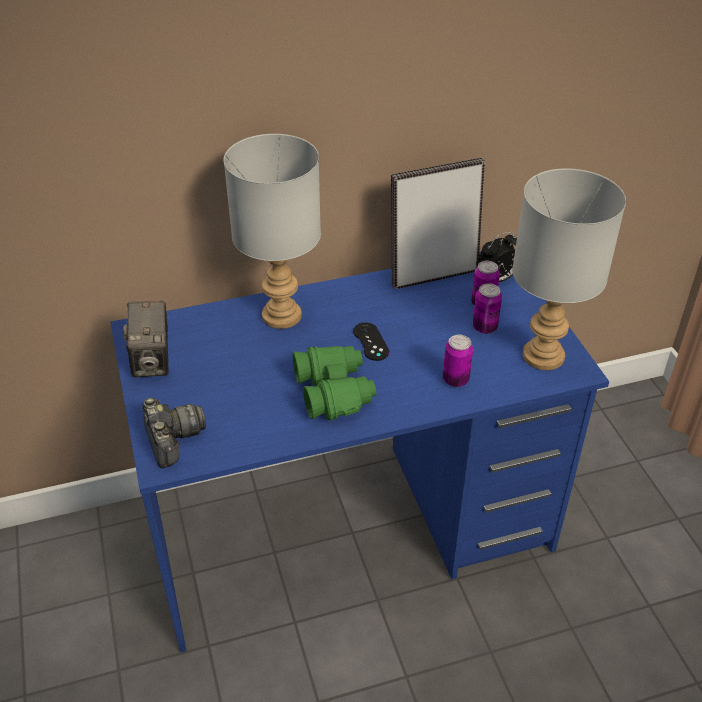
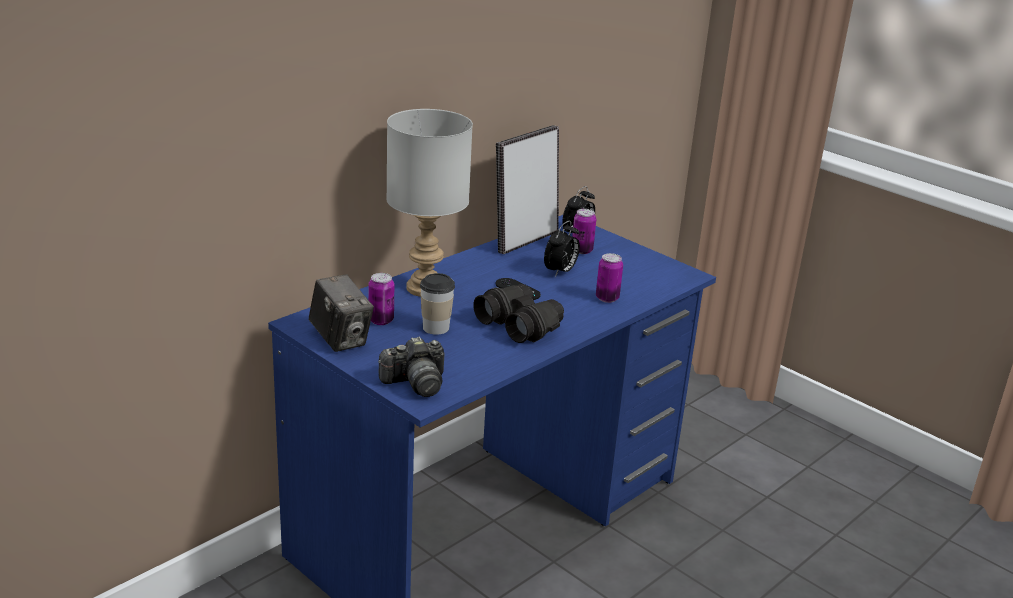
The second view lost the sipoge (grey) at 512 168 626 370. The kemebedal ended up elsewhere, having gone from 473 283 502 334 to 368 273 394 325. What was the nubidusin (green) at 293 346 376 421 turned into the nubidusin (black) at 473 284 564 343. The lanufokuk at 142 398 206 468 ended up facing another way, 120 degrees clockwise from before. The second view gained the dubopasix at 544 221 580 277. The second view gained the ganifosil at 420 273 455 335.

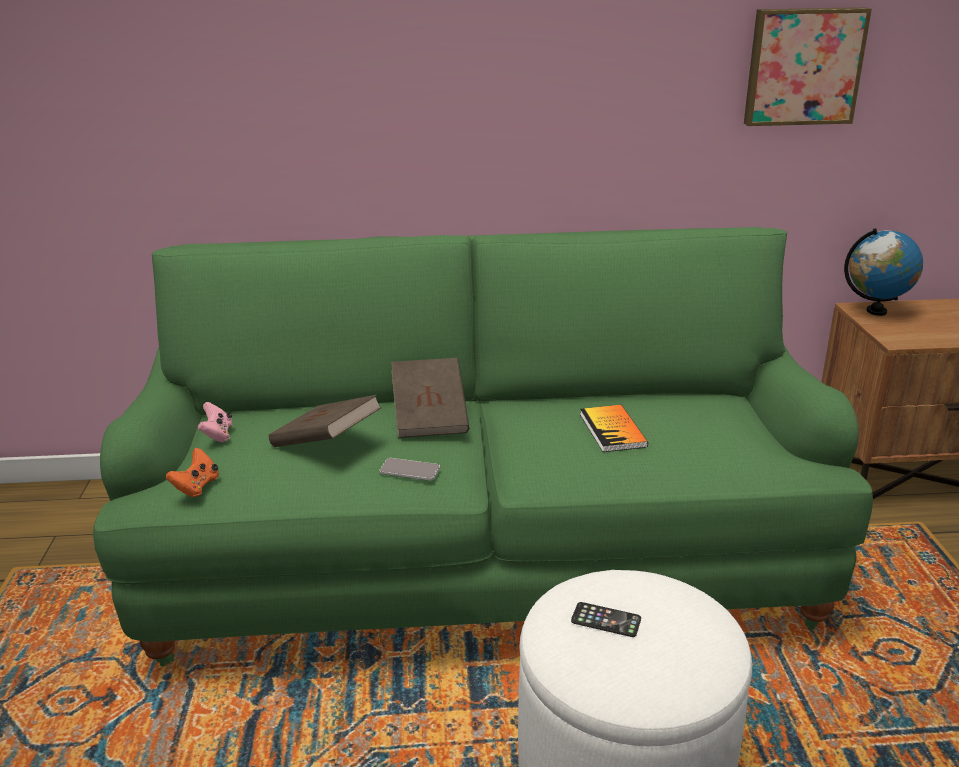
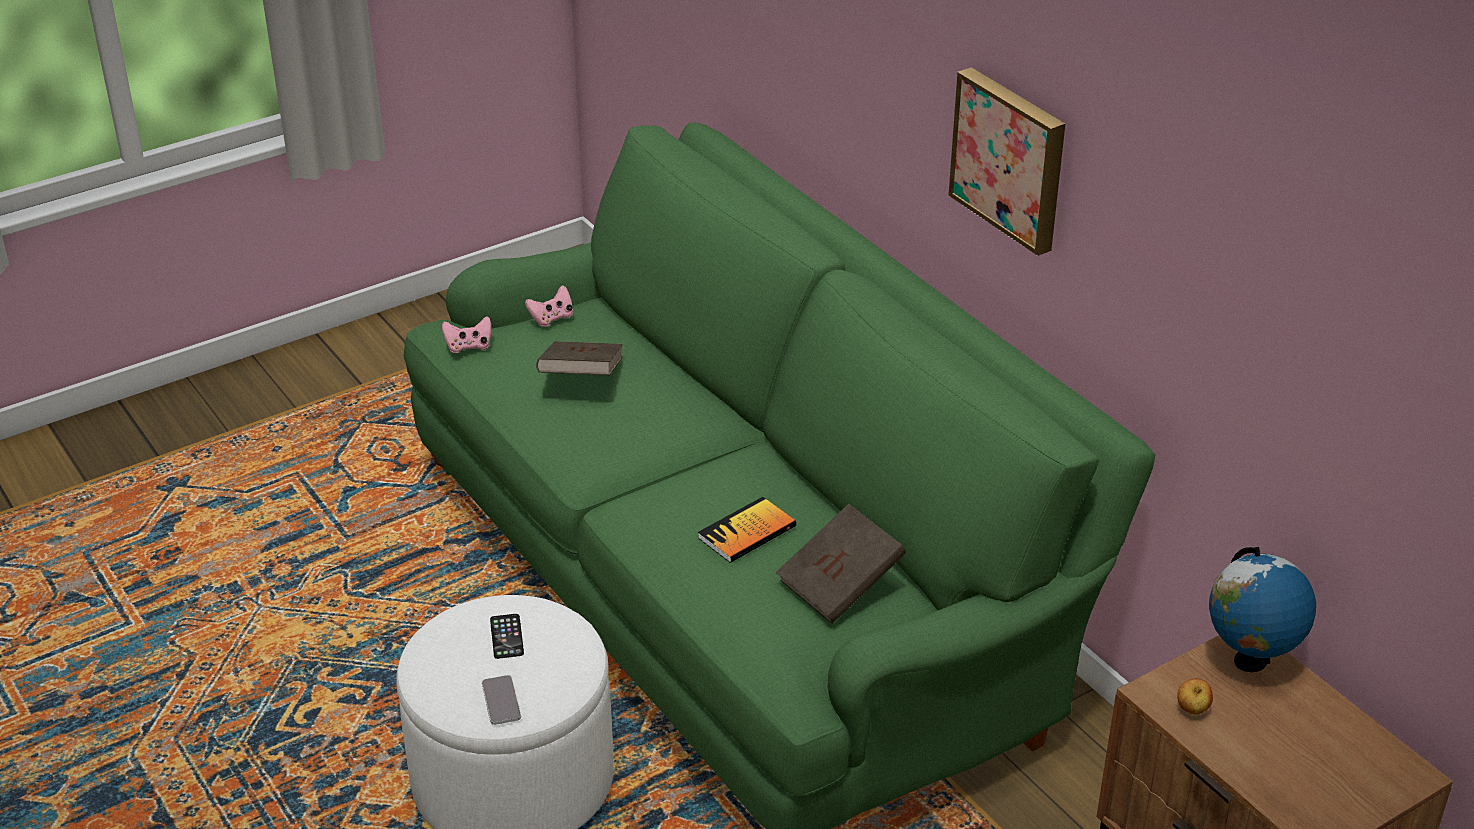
The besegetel ended up elsewhere, having gone from 744 7 872 126 to 948 67 1065 256. The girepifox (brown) ended up elsewhere, having gone from 391 358 469 438 to 776 504 906 624. What was the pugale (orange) at 166 448 219 497 turned into the pugale (pink) at 442 316 491 353. The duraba ended up elsewhere, having gone from 380 458 440 481 to 482 675 521 725. The second view gained the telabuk at 1177 678 1213 715.

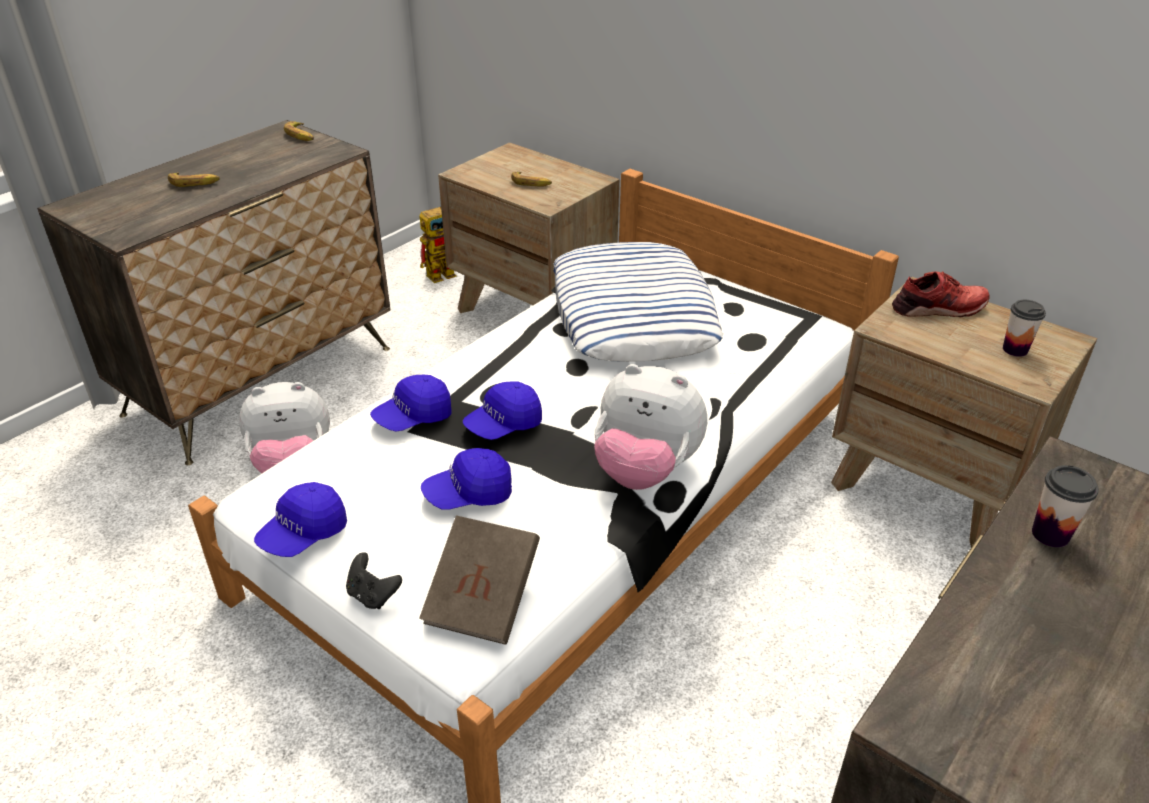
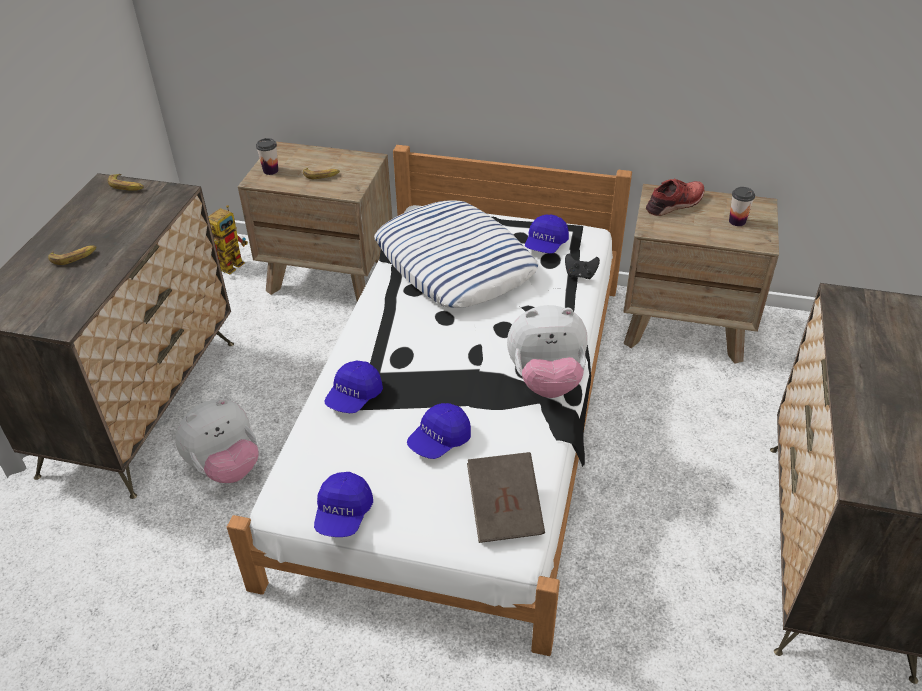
The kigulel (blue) ended up elsewhere, having gone from 463 381 542 440 to 525 214 569 254. The ganifosil ended up elsewhere, having gone from 1032 465 1099 547 to 256 138 278 175. The pugale (black) ended up elsewhere, having gone from 346 552 402 609 to 565 254 600 279.

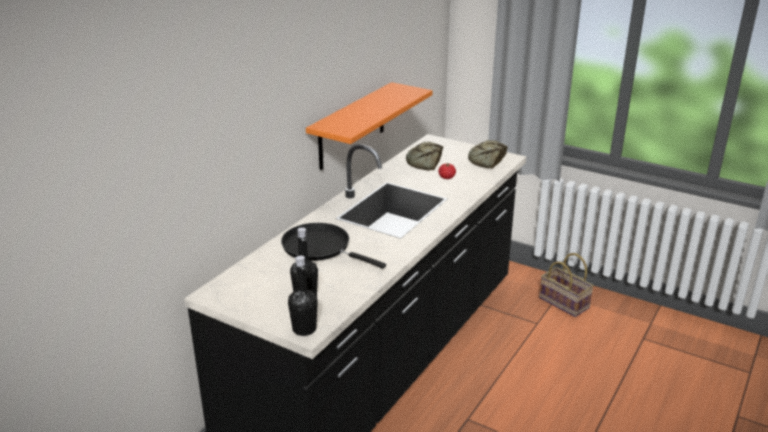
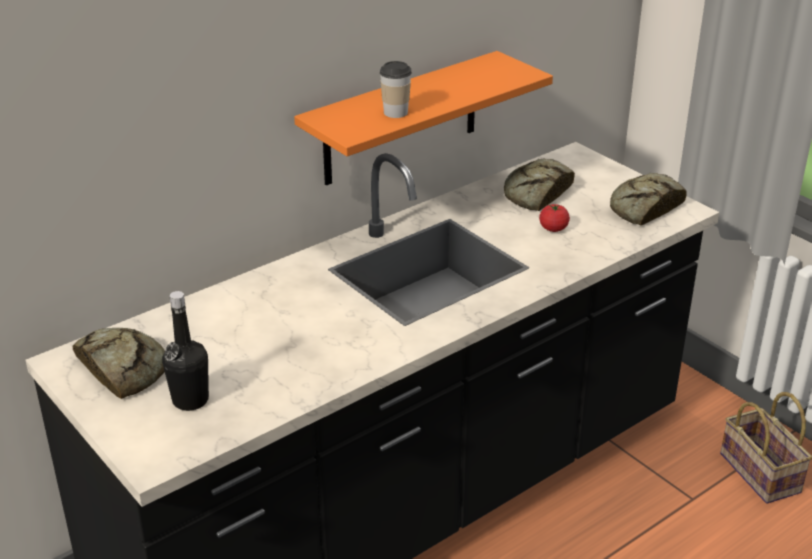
The second view lost the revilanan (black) at 281 223 386 269. The second view lost the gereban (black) at 288 256 318 336. The second view gained the ganifosil at 380 61 412 118. The second view gained the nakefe at 72 328 165 399.

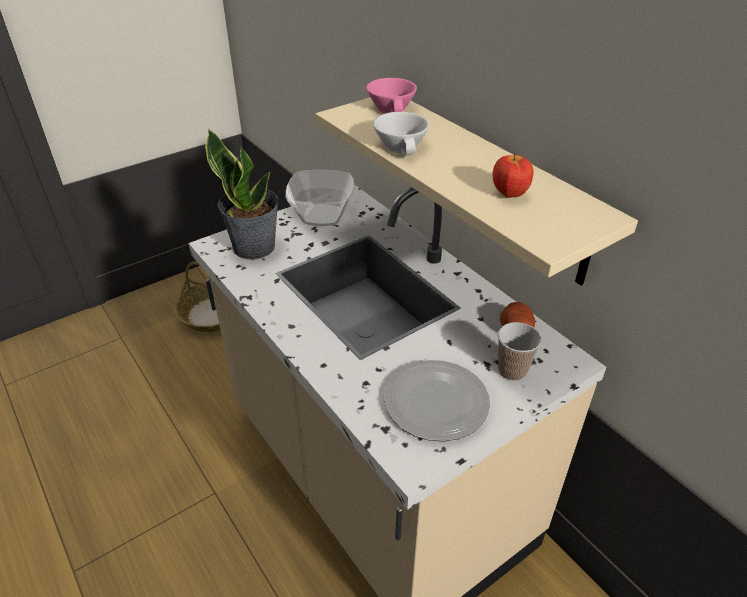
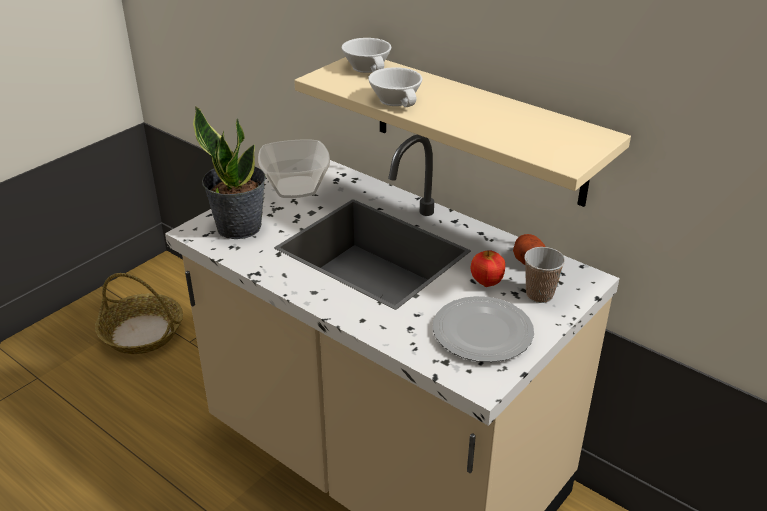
What was the ganifosil (pink) at 366 78 417 114 turned into the ganifosil (white) at 341 38 391 73. The telabuk ended up elsewhere, having gone from 493 154 534 198 to 471 251 505 287.

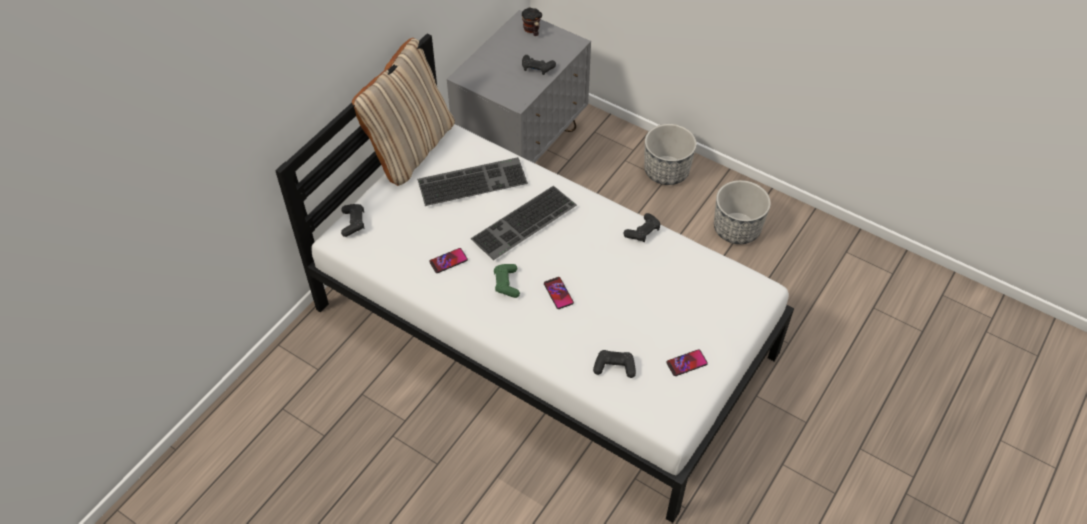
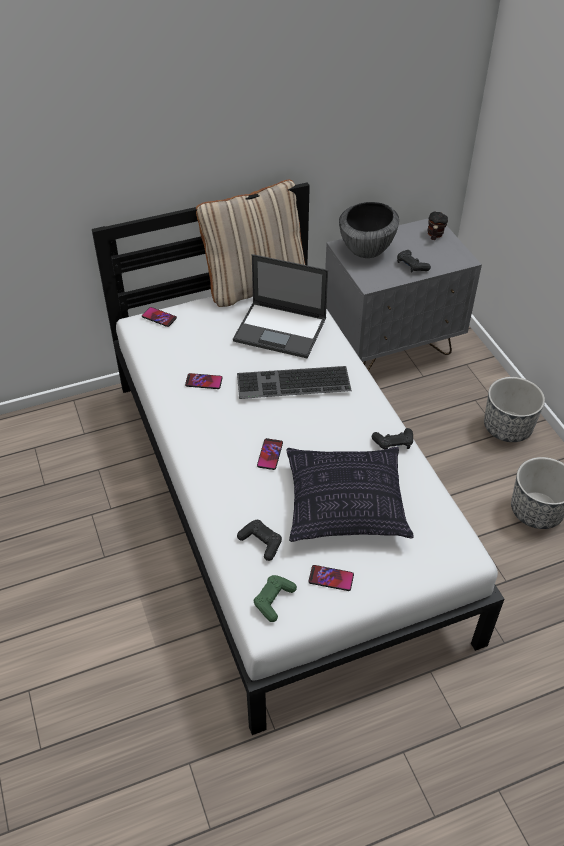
Where the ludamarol stood at 417 157 528 206, the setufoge came to stand at 233 254 328 358. Where the pugale (black) stood at 341 204 364 237, the duraba came to stand at 142 307 177 327. The pugale (green) ended up elsewhere, having gone from 494 264 520 298 to 254 575 297 622. The second view gained the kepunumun at 339 202 399 258. The second view gained the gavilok at 287 447 414 542.

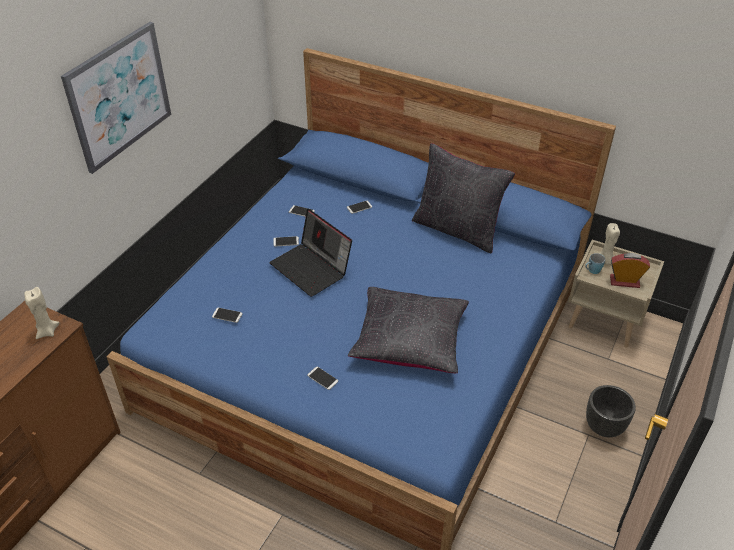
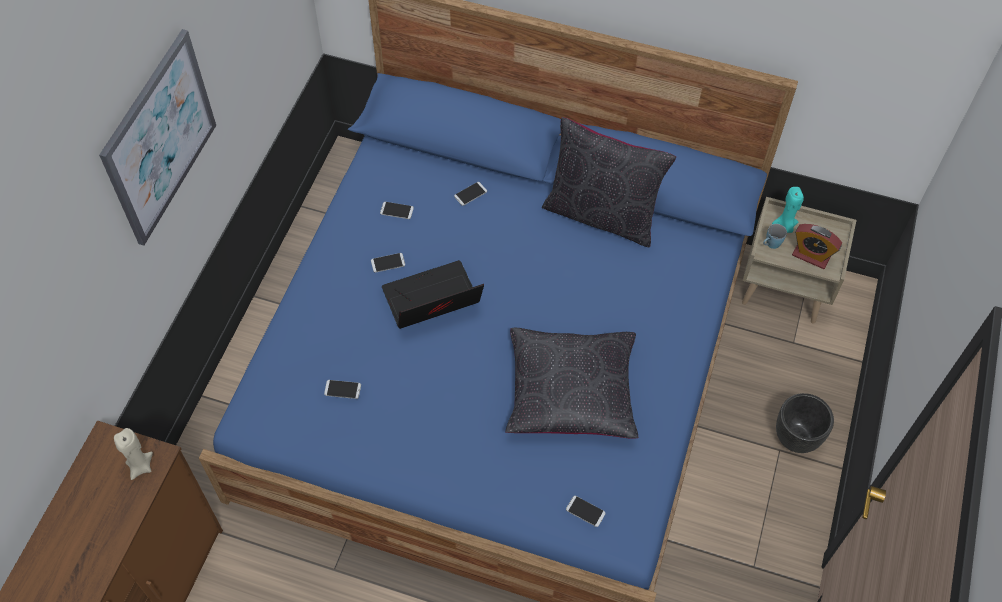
The setufoge at 269 208 352 297 ended up facing another way, 120 degrees clockwise from before. What was the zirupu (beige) at 599 223 620 265 turned into the zirupu (turquoise) at 772 187 804 233. The dubopasix at 610 253 650 288 ended up facing another way, 150 degrees counterclockwise from before. The duraba ended up elsewhere, having gone from 307 367 338 390 to 566 496 606 527.

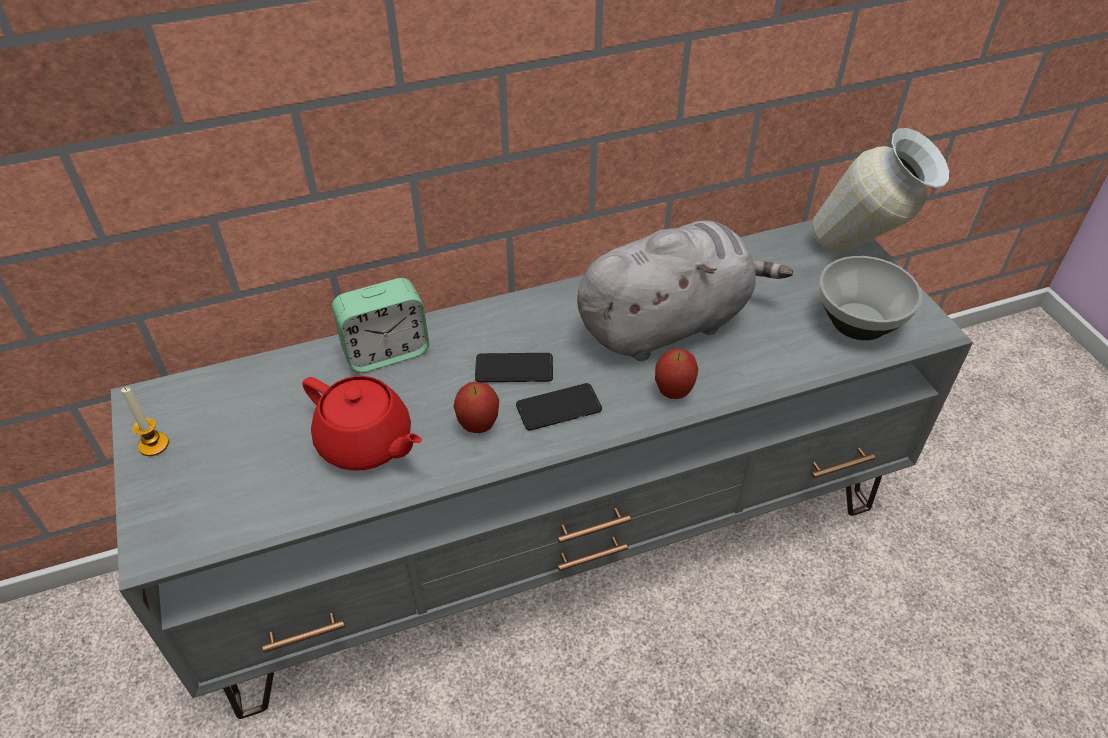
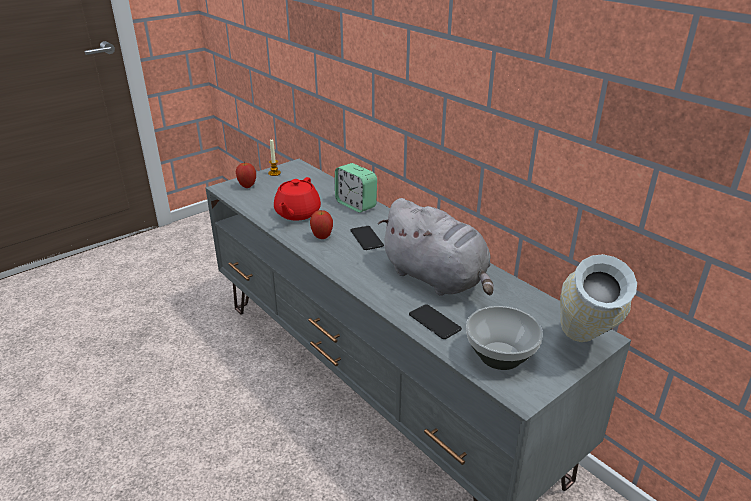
The telabuk ended up elsewhere, having gone from 655 349 698 399 to 236 162 256 188. The duraba ended up elsewhere, having gone from 516 383 602 431 to 409 304 462 339.

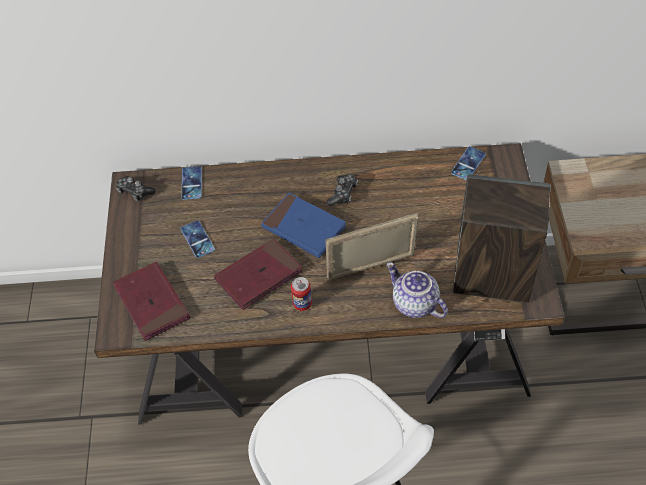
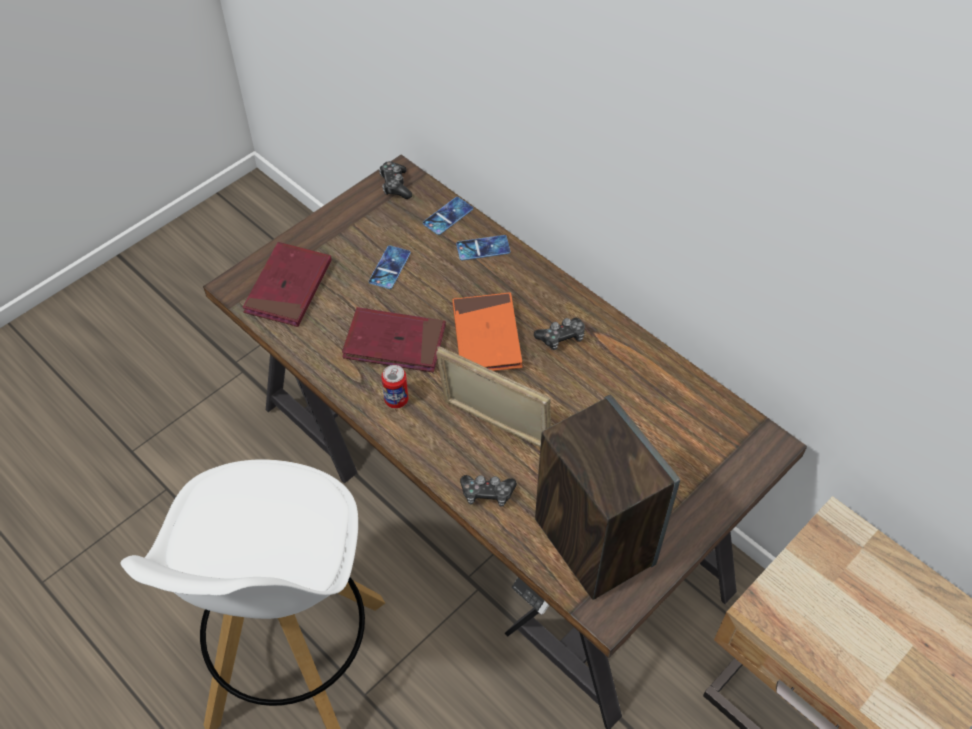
The duraba ended up elsewhere, having gone from 451 146 486 180 to 456 235 510 261. What was the girepifox (blue) at 261 193 346 258 turned into the girepifox (orange) at 452 292 522 371. Where the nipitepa stood at 386 262 448 318, the pugale came to stand at 460 475 517 507.

